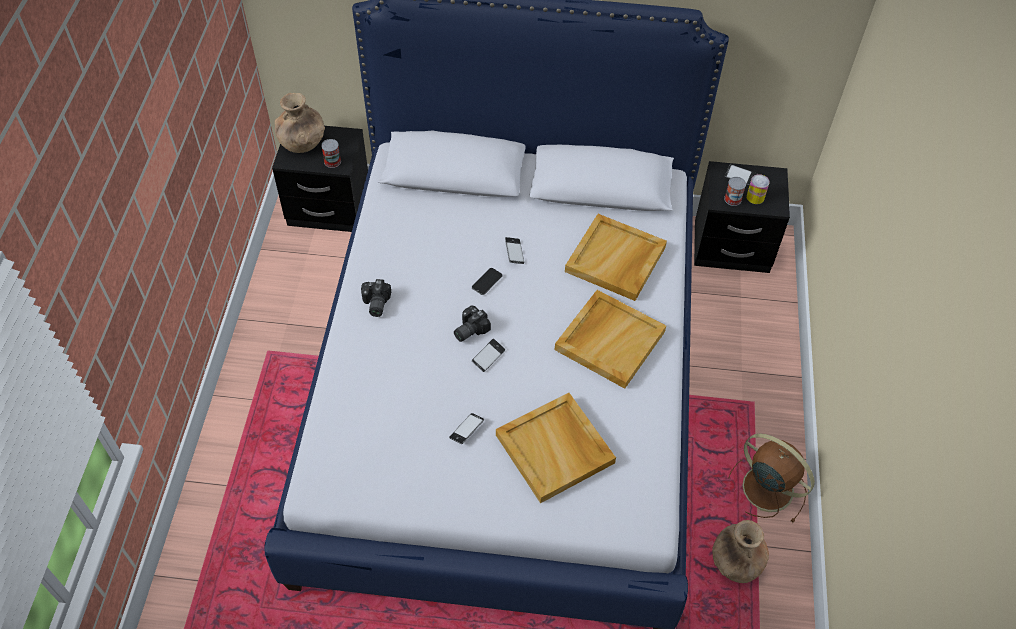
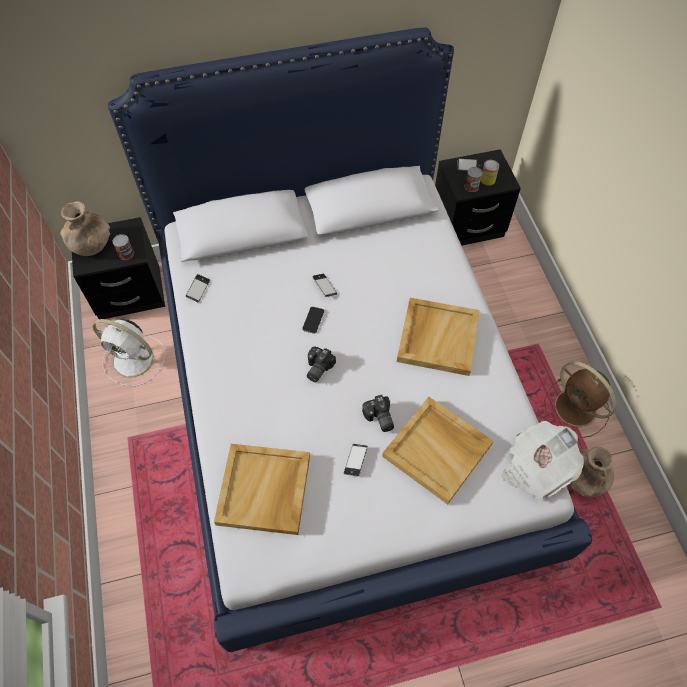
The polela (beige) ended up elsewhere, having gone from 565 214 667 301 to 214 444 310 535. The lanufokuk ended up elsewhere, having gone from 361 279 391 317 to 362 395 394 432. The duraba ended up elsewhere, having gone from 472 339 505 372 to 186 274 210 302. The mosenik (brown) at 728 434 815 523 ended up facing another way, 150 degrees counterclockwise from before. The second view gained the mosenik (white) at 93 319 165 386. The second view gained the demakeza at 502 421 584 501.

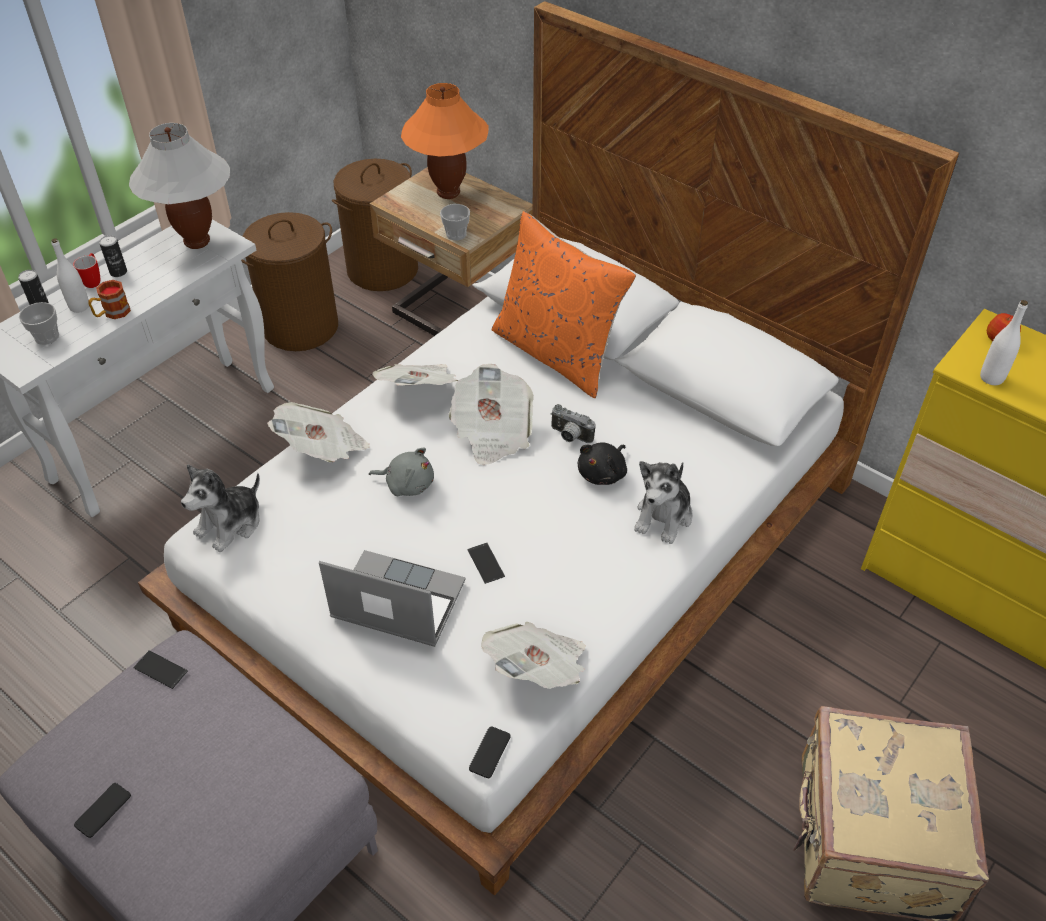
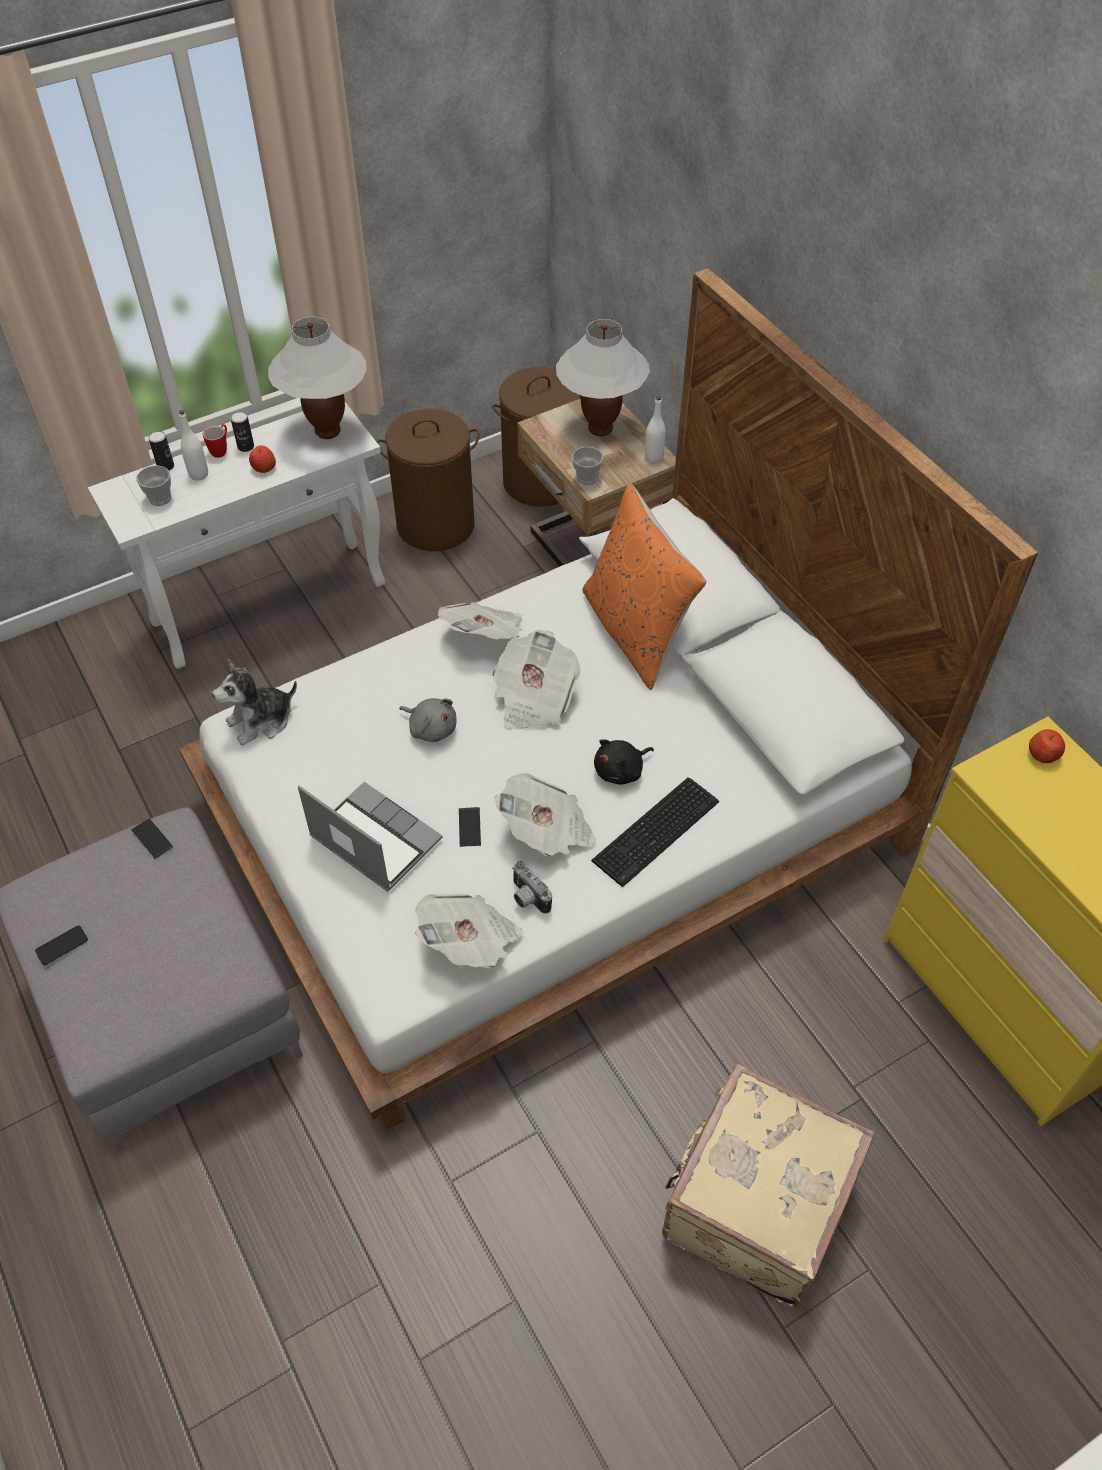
What was the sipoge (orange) at 401 83 489 199 turned into the sipoge (white) at 556 319 650 436. The second view lost the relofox at 88 280 131 319. The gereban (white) ended up elsewhere, having gone from 980 300 1028 385 to 645 396 666 464. The demakeza ended up elsewhere, having gone from 267 402 370 462 to 495 773 596 856. The lanufokuk ended up elsewhere, having gone from 550 404 596 443 to 512 861 552 914. Where the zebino stood at 634 461 693 544, the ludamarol came to stand at 591 778 719 887. The second view lost the duraba at 469 726 511 778. The second view gained the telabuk at 249 446 276 473.

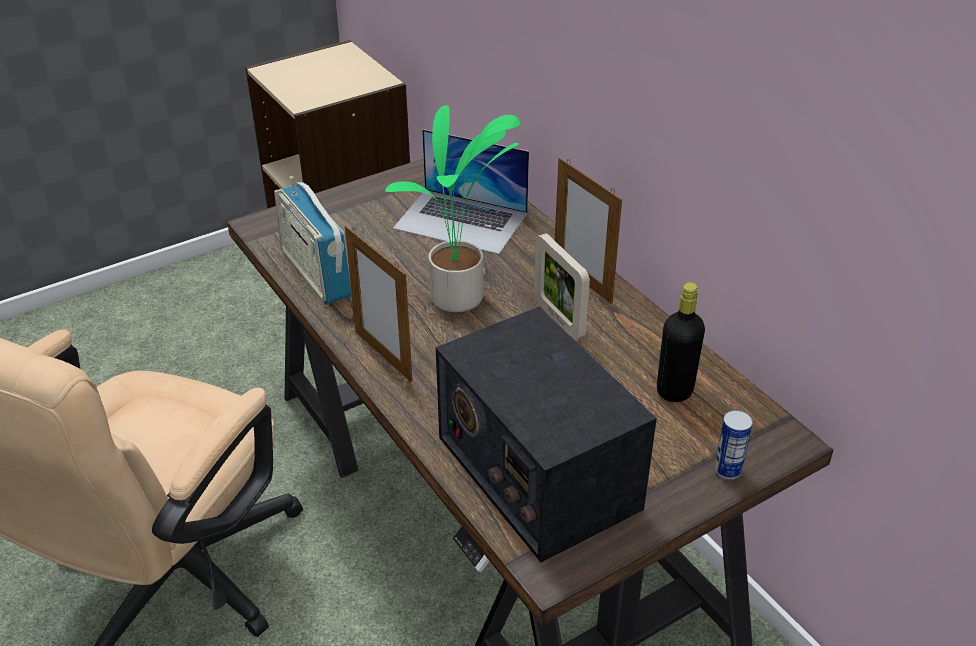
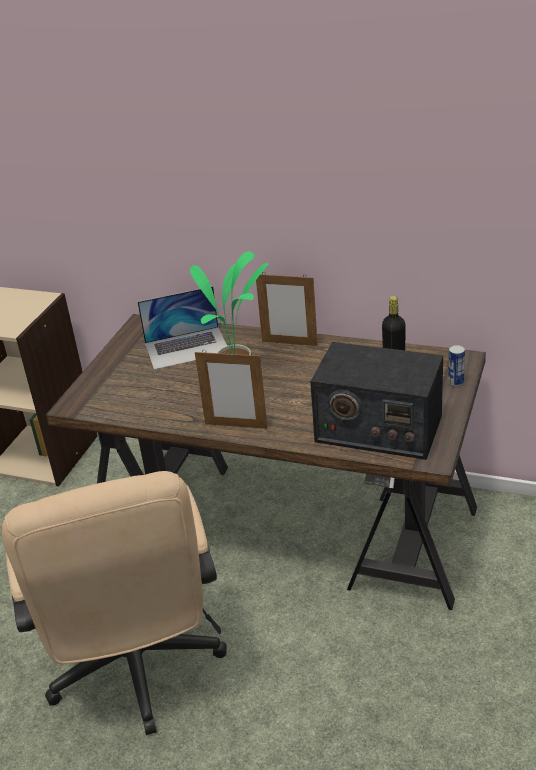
The second view lost the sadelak at 274 176 352 305. The second view lost the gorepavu at 534 233 590 340.

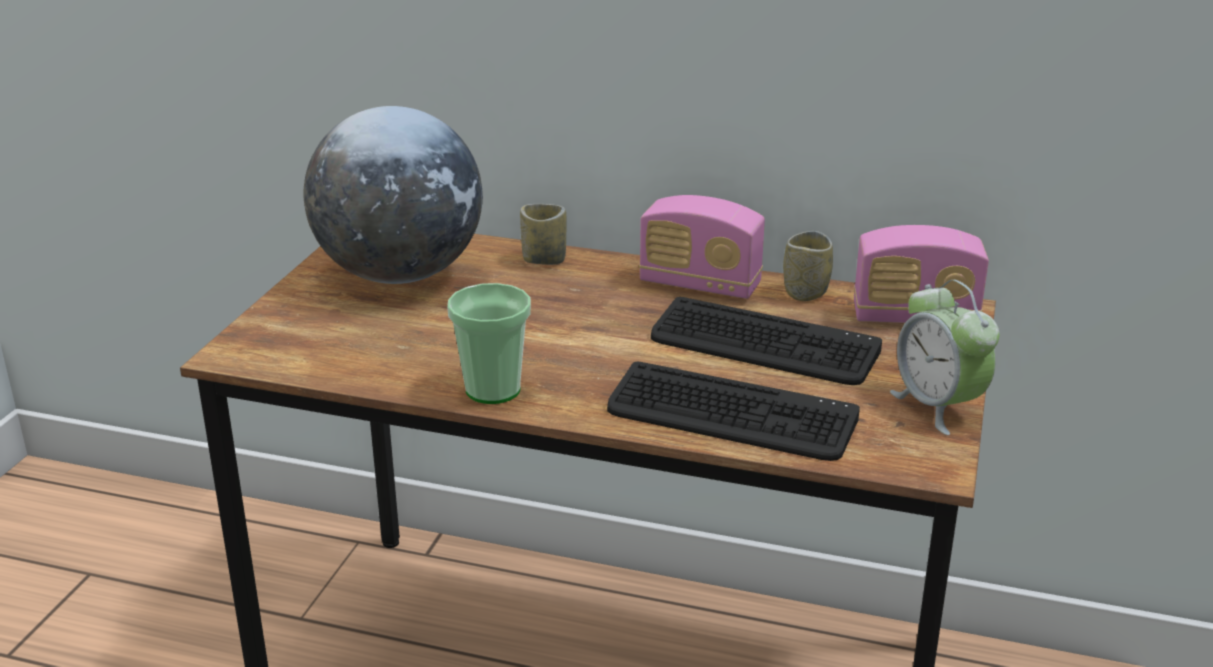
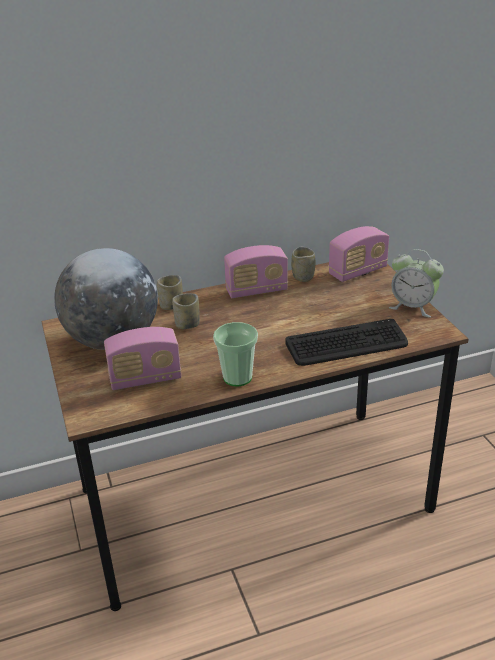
The second view lost the ludamarol at 651 297 882 385. The second view gained the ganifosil at 172 293 200 329. The second view gained the sadelak at 104 327 181 390.

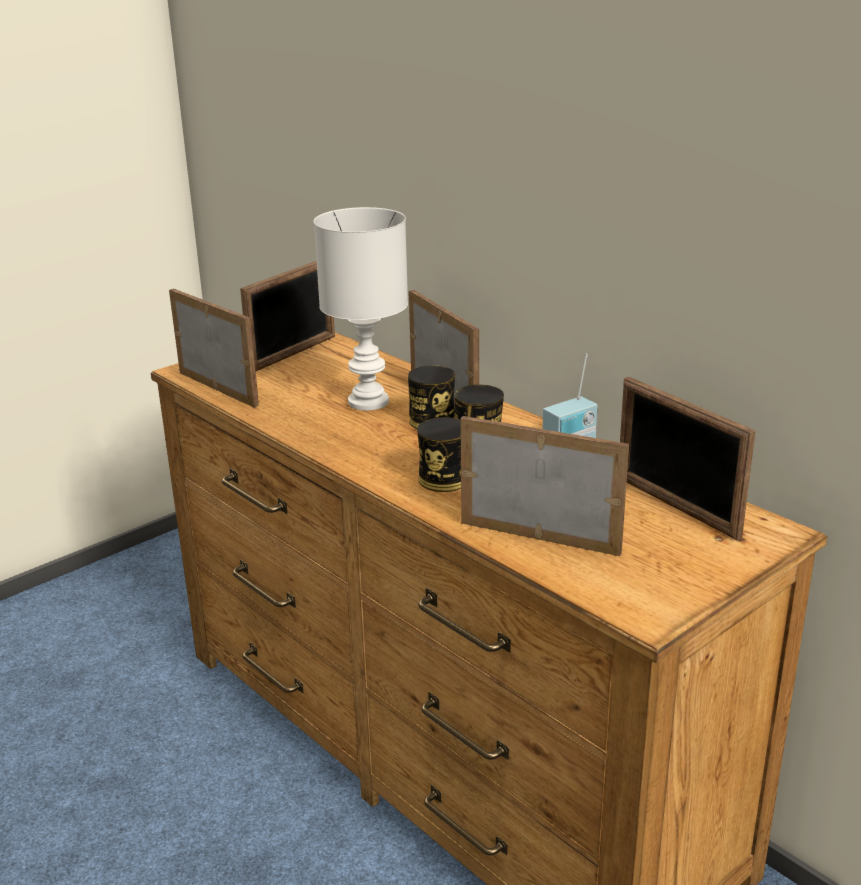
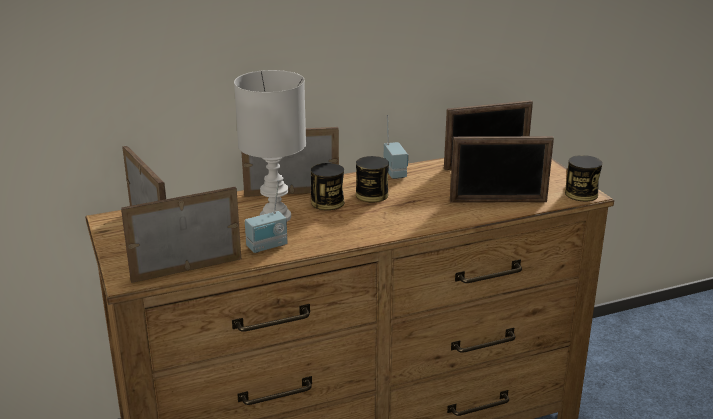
The gorepavu at 460 416 629 556 ended up facing another way, 135 degrees counterclockwise from before. The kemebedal ended up elsewhere, having gone from 417 417 461 492 to 565 155 603 201. The second view gained the sadelak at 245 180 288 253.

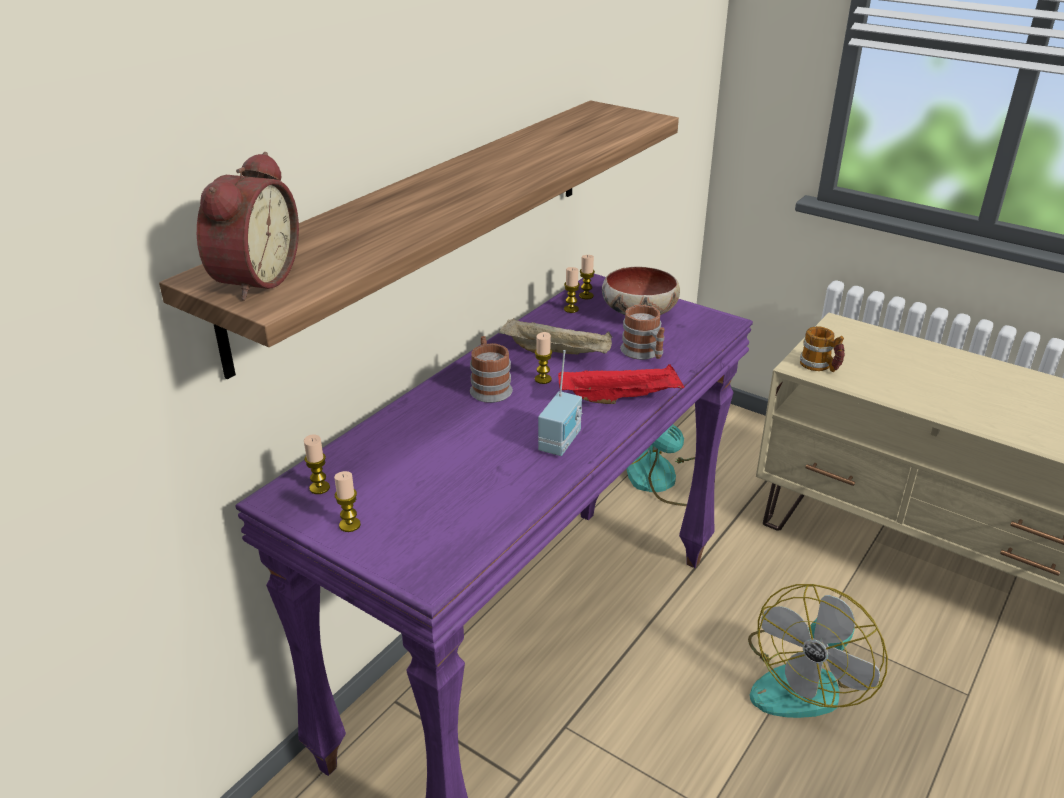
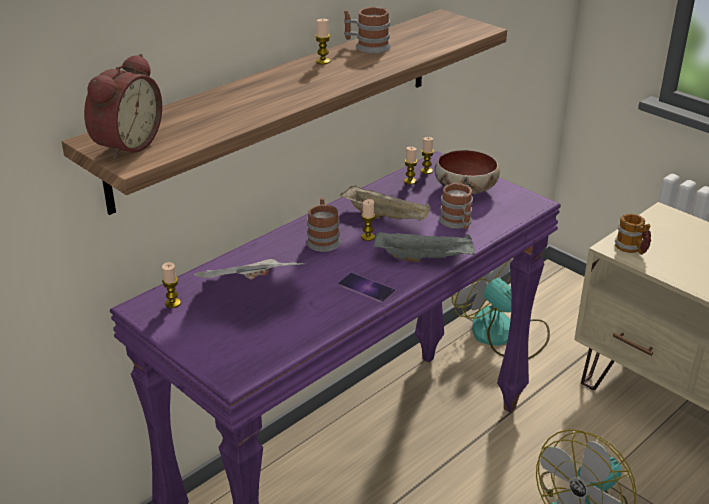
Where the sadelak stood at 538 350 583 456, the duraba came to stand at 338 273 396 303. What was the polela (red) at 558 364 684 404 turned into the polela (grey) at 374 231 475 262. The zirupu ended up elsewhere, having gone from 334 471 361 532 to 315 19 330 64. The second view gained the relofox at 344 7 391 54. The second view gained the demakeza at 193 259 306 279.

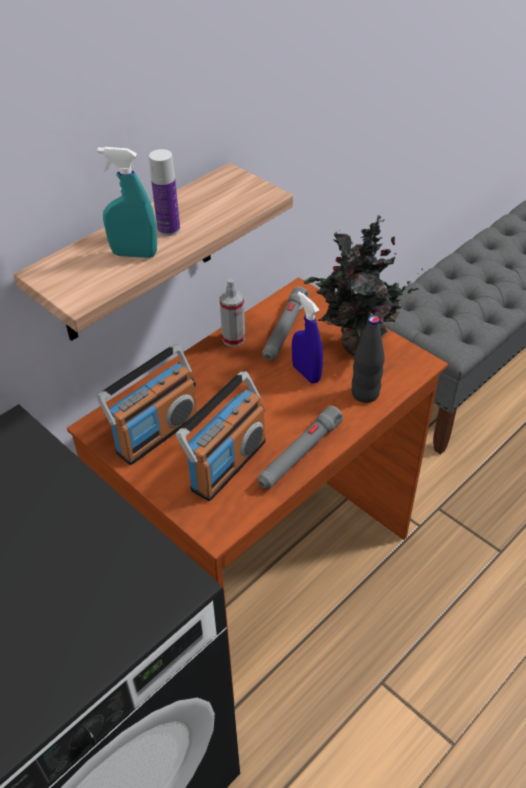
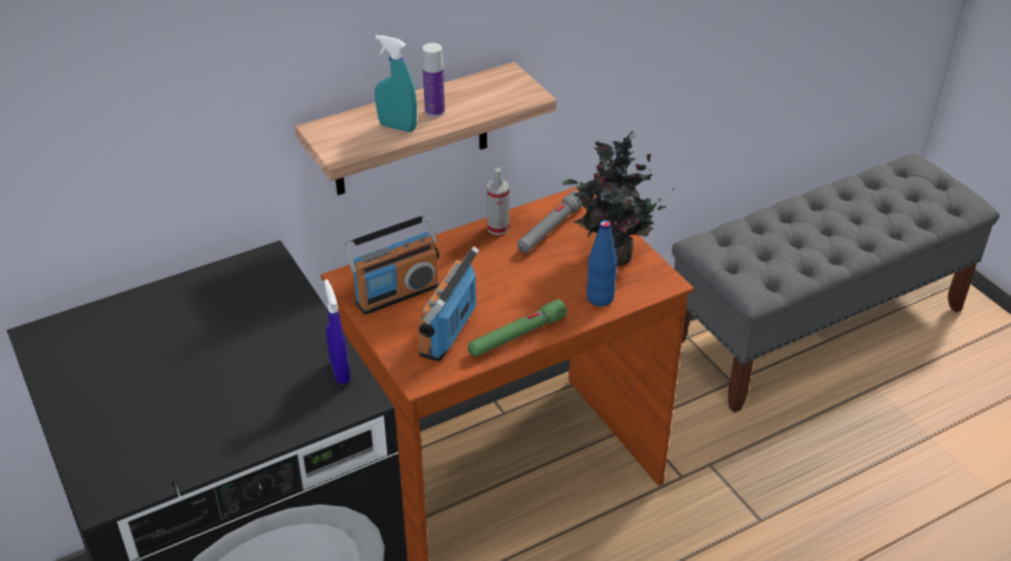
The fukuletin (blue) ended up elsewhere, having gone from 292 291 323 384 to 324 279 351 385. What was the gereban (black) at 352 315 385 403 turned into the gereban (blue) at 587 220 617 307. The sadelak at 176 371 266 501 ended up facing another way, 150 degrees clockwise from before. What was the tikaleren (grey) at 258 406 343 489 turned into the tikaleren (green) at 468 299 567 357.

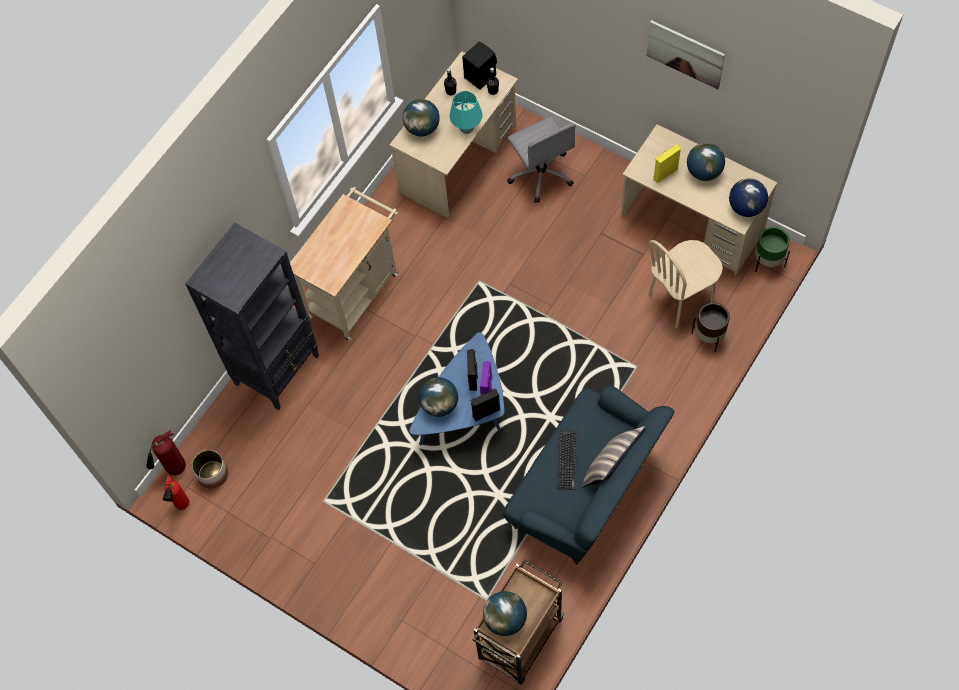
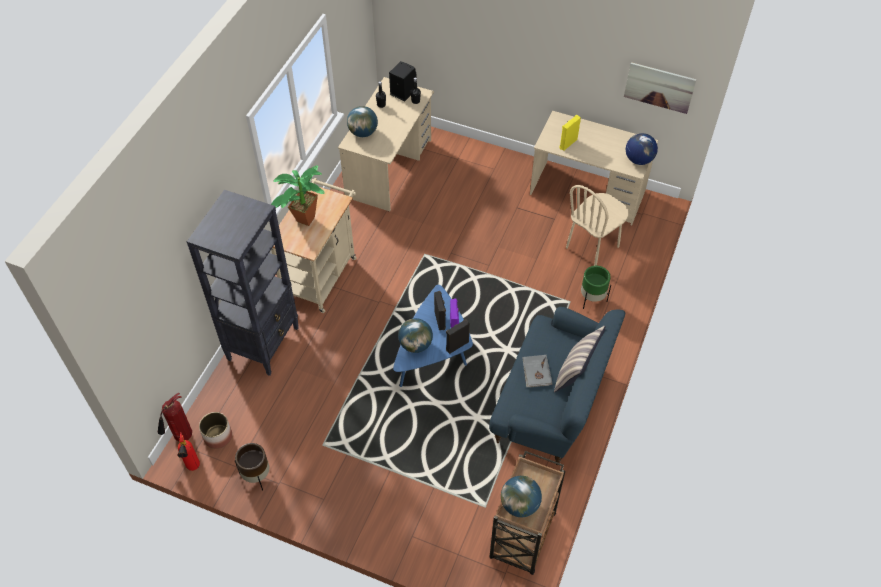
The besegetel ended up elsewhere, having gone from 647 20 725 89 to 624 62 697 114. The second view lost the sipoge (turquoise) at 449 91 483 134. The second view lost the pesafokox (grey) at 507 116 576 203. The second view lost the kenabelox at 687 143 725 181. The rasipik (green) ended up elsewhere, having gone from 755 227 790 272 to 581 266 611 309. The rasipik (brown) ended up elsewhere, having gone from 691 303 730 352 to 235 443 269 491. Where the ludamarol stood at 557 431 577 490, the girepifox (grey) came to stand at 522 355 553 387. The second view gained the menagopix at 271 165 325 226.

